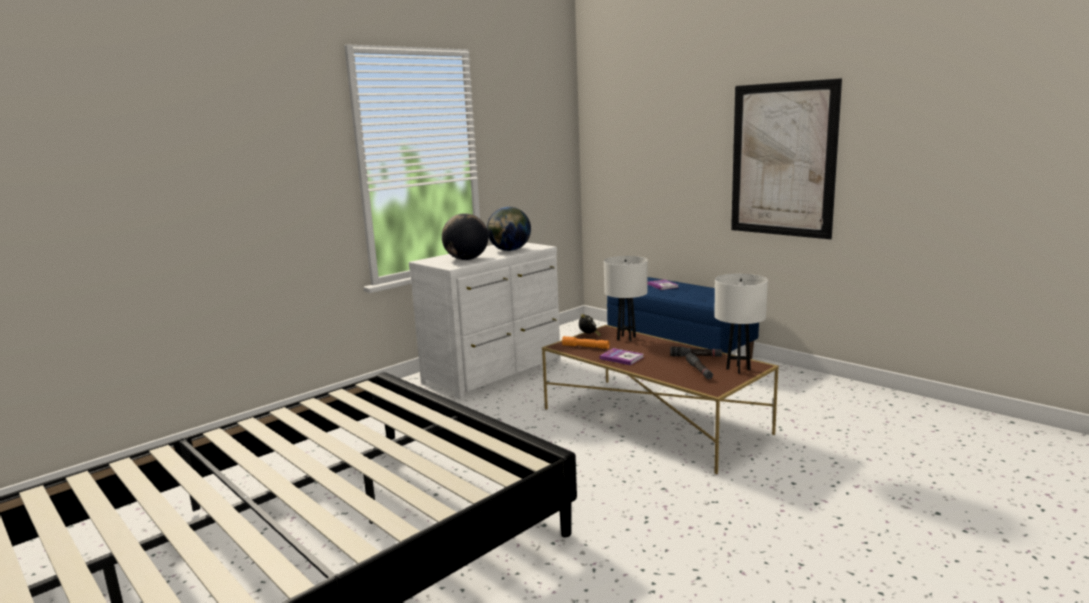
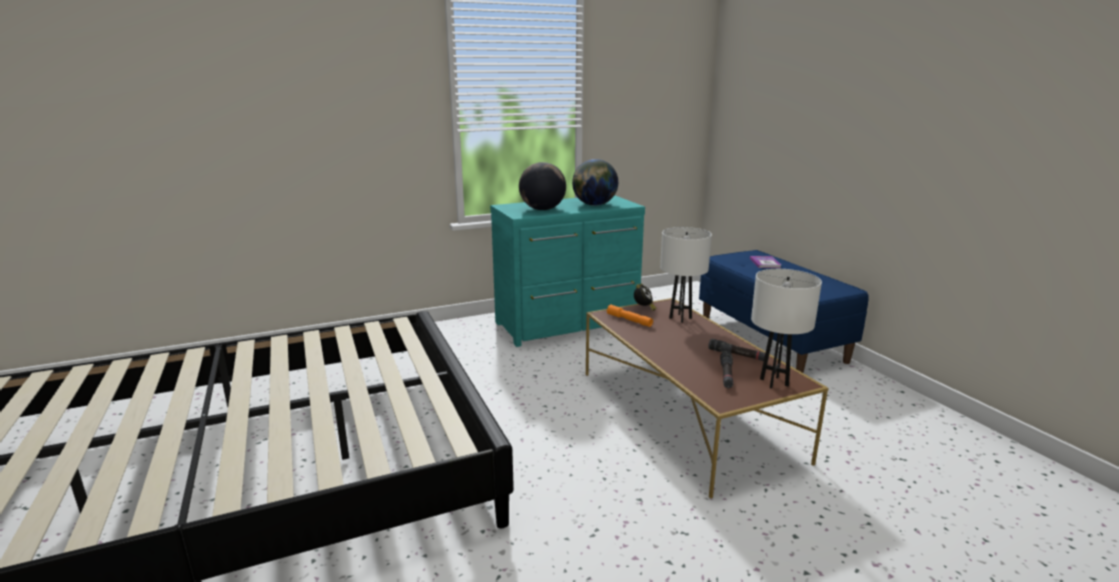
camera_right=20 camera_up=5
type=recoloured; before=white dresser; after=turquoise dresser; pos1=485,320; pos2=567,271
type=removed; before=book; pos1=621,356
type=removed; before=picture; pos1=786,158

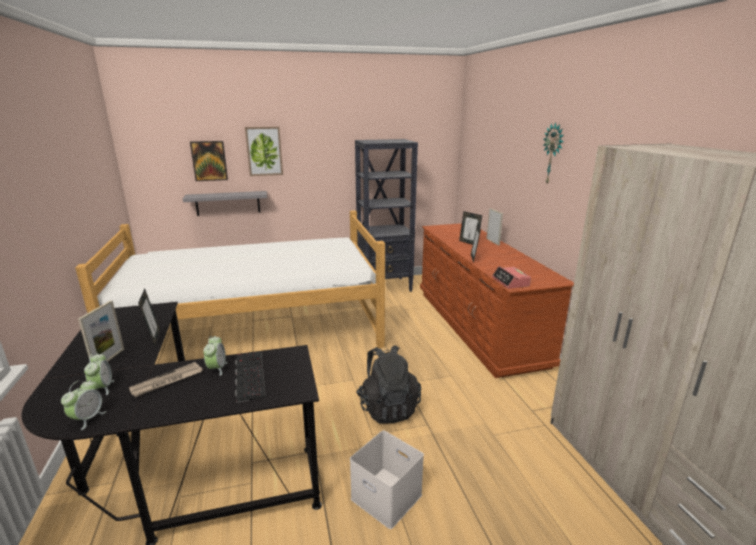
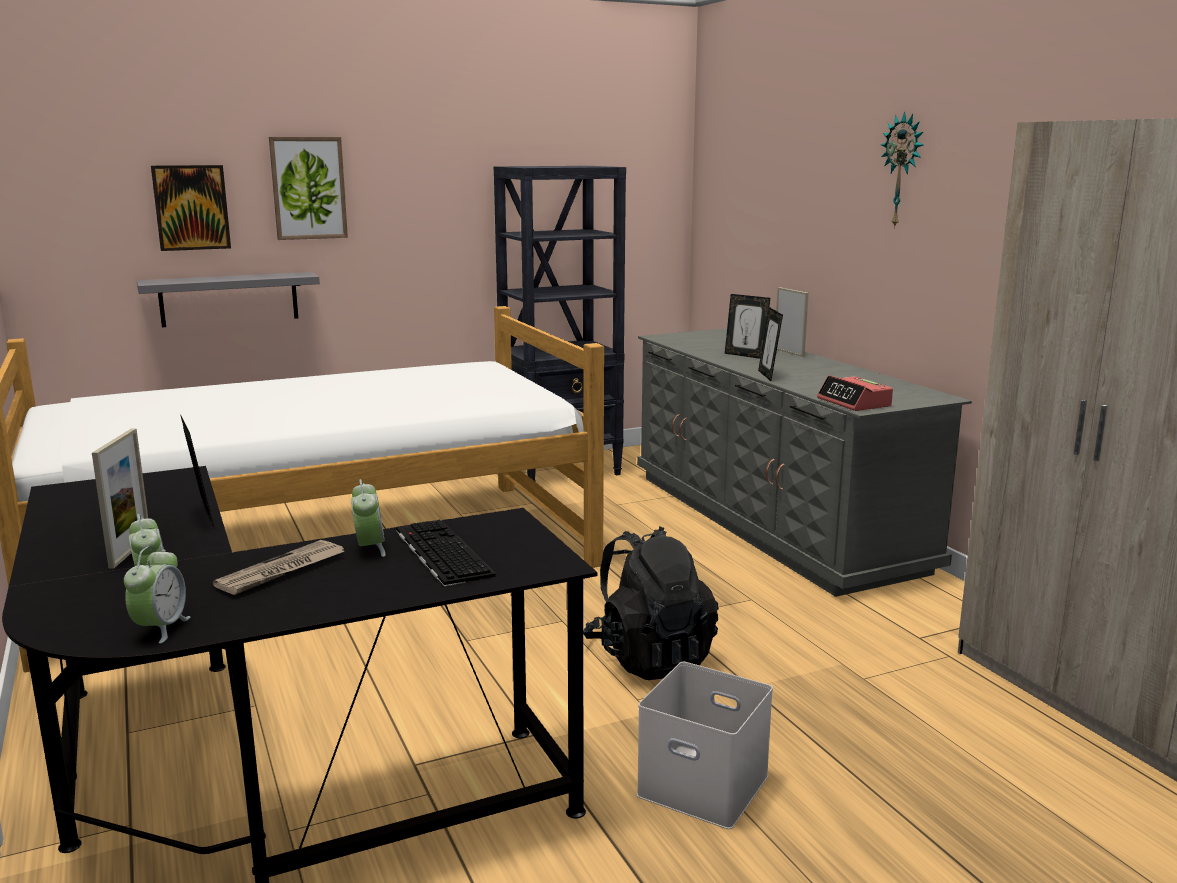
camera_right=-10 camera_up=-5
type=recoloured; before=brown dresser; after=grey dresser; pos1=497,300; pos2=804,463

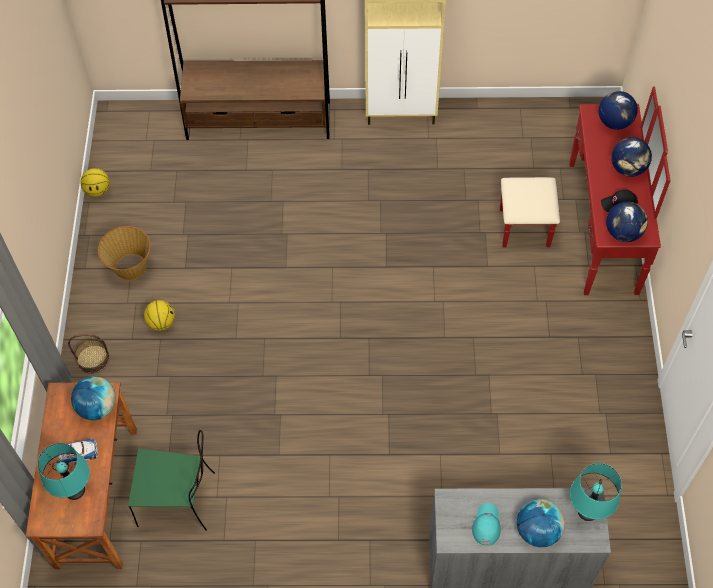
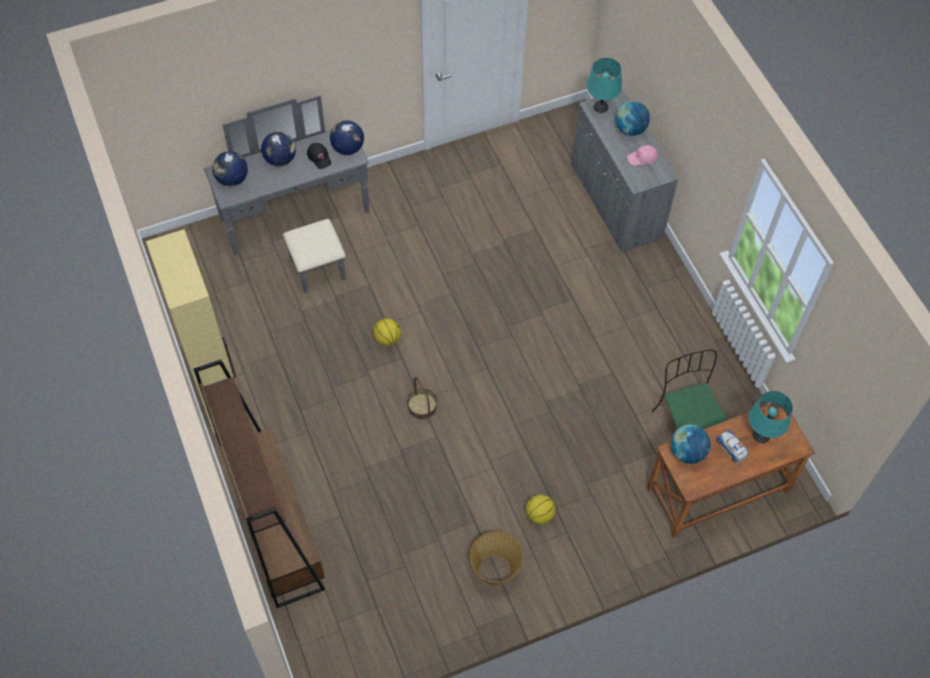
camera_right=-115 camera_up=0
type=recoloured; before=red dresser; after=grey dresser; pos1=585,190; pos2=286,194
type=moved; before=basketball; pos1=95,182; pos2=387,332
type=moved; before=basket; pos1=89,354; pos2=422,398
type=recoloured; before=turquoise cap; after=pink cap; pos1=486,524; pos2=643,155

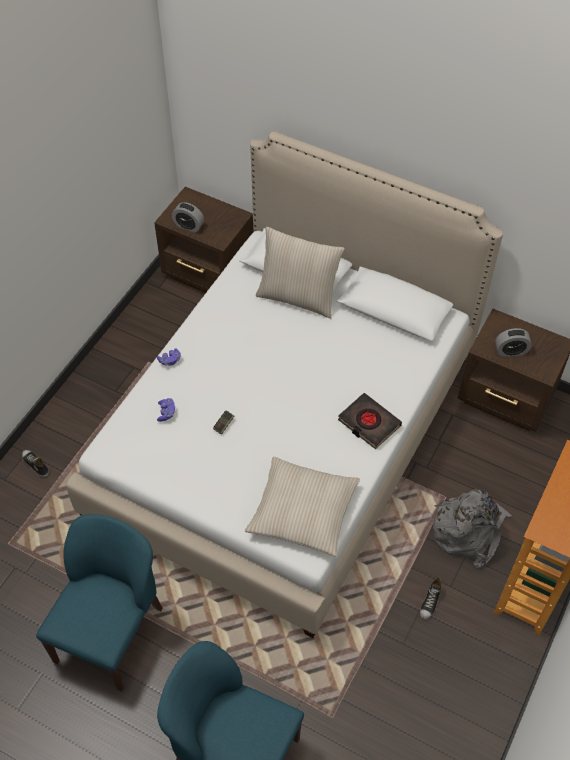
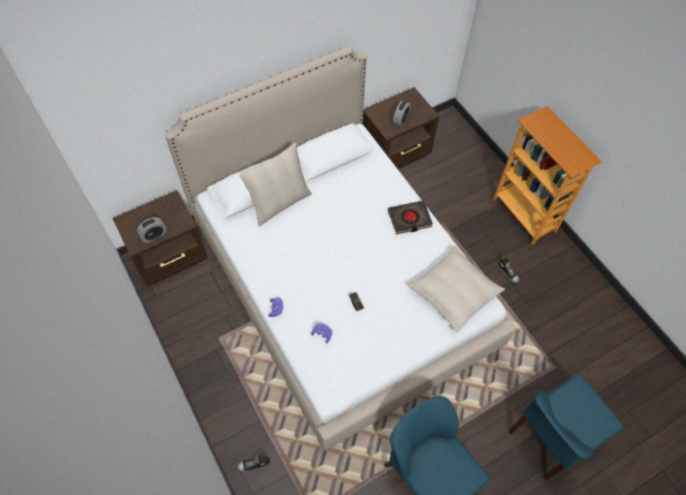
camera_right=-60 camera_up=5
type=removed; before=grey backpack; pos1=472,528

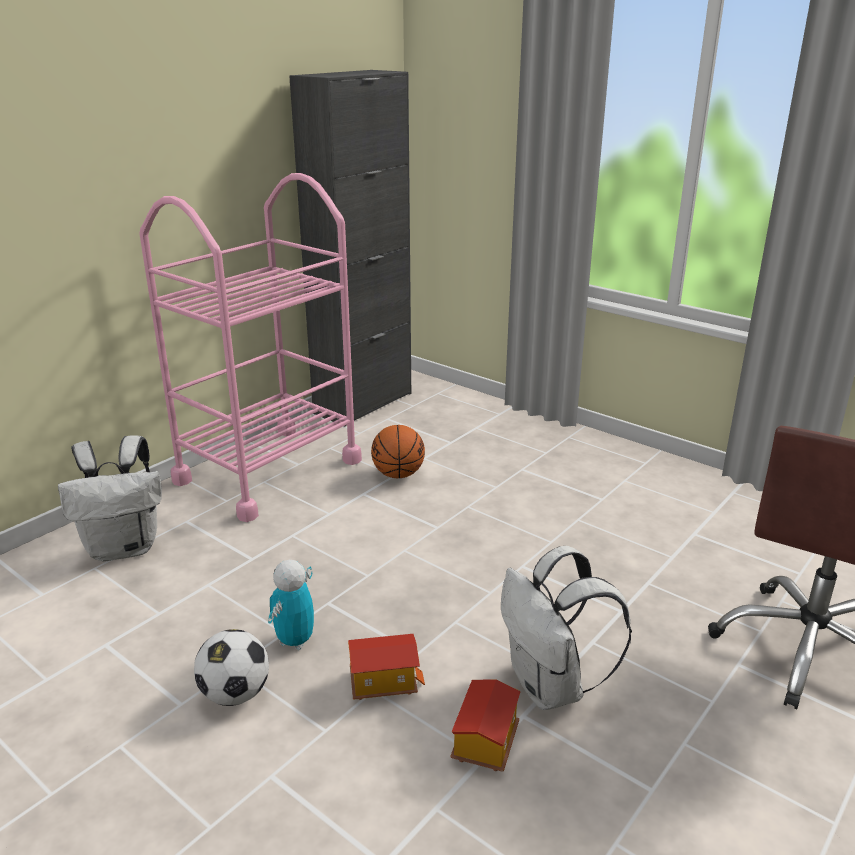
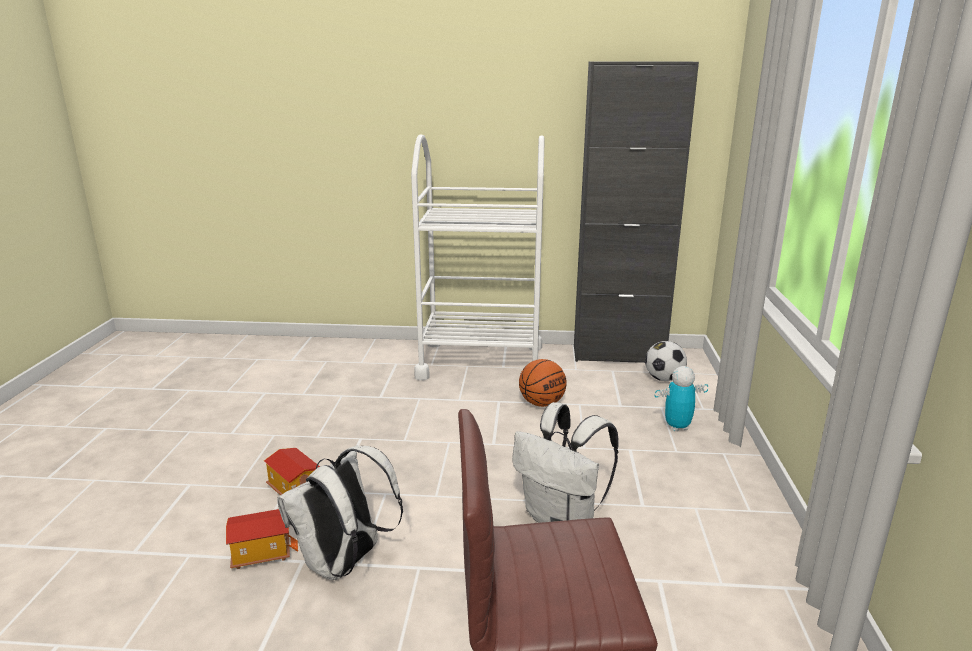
camera_right=55 camera_up=-5
type=recoloured; before=pink cart; after=white cart; pos1=250,347; pos2=478,257
type=moved; before=white backpack; pos1=110,498; pos2=565,462
type=moved; before=football; pos1=231,667; pos2=666,361
type=moved; before=toy robot; pos1=291,605; pos2=681,398

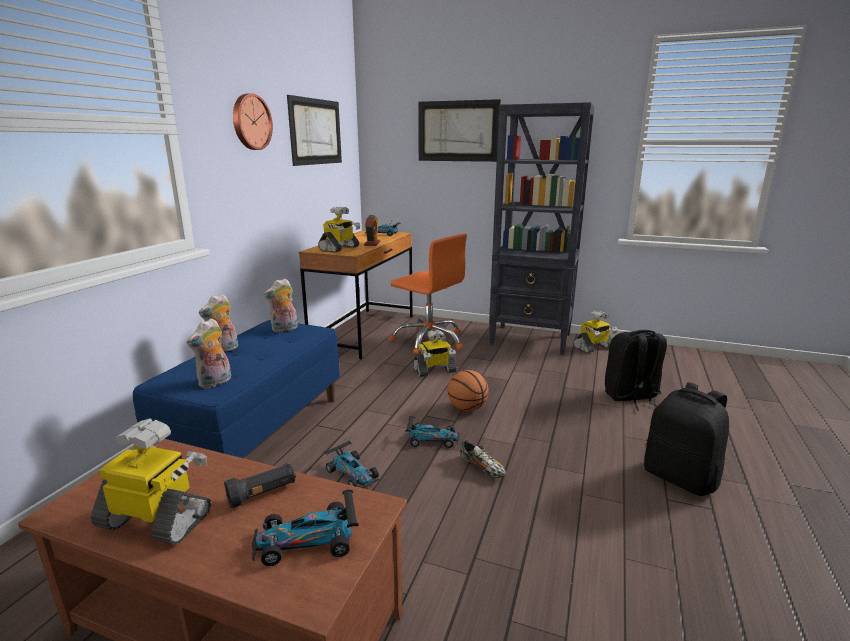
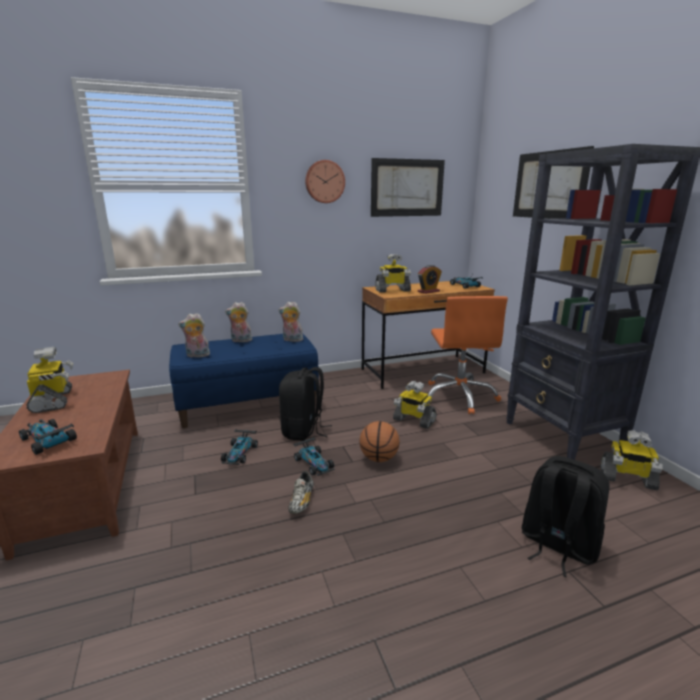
camera_right=50 camera_up=0
type=moved; before=black backpack; pos1=686,439; pos2=305,404
type=removed; before=black flashlight; pos1=260,485

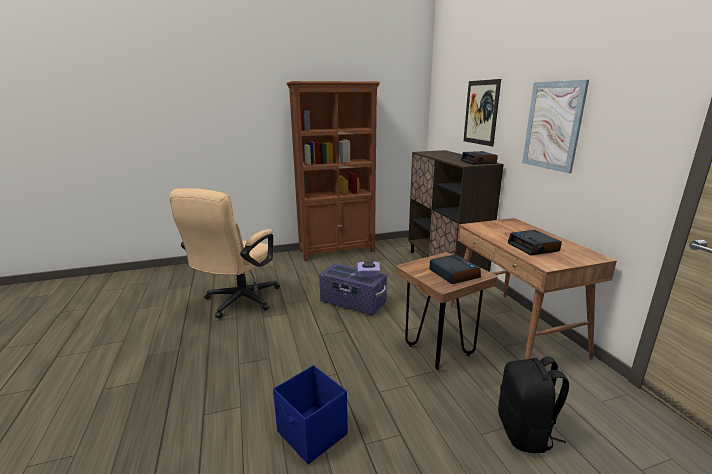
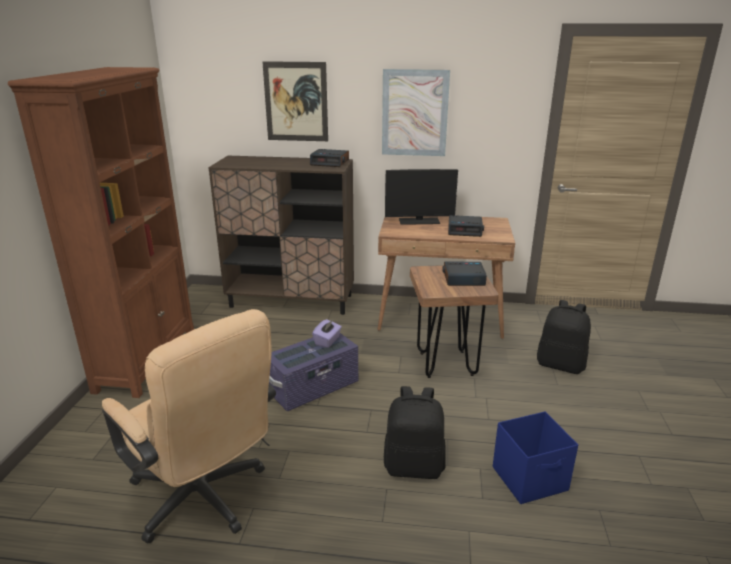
camera_right=-65 camera_up=5
type=added; after=black backpack; pos2=415,432
type=added; after=monitor; pos2=421,197

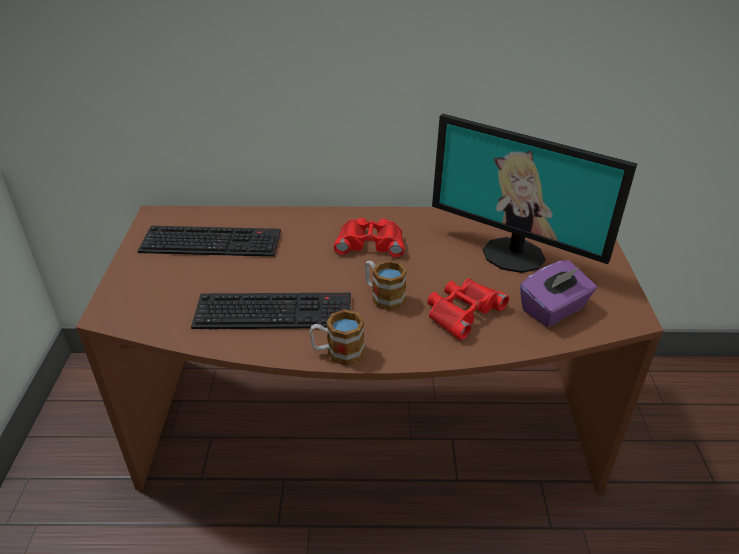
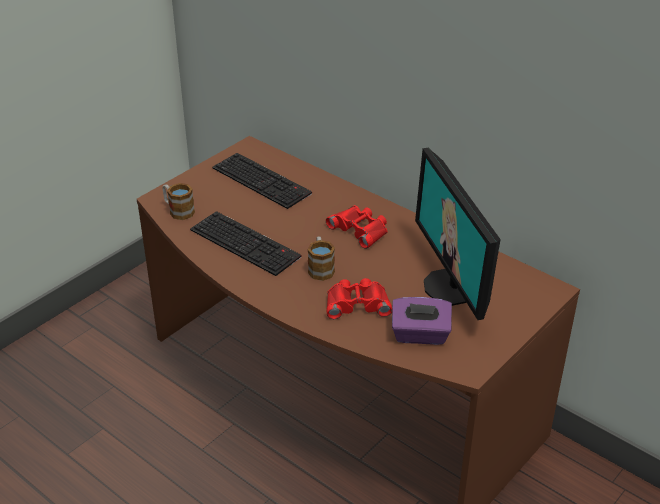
camera_right=40 camera_up=0
type=moved; before=mug; pos1=337,337; pos2=178,201

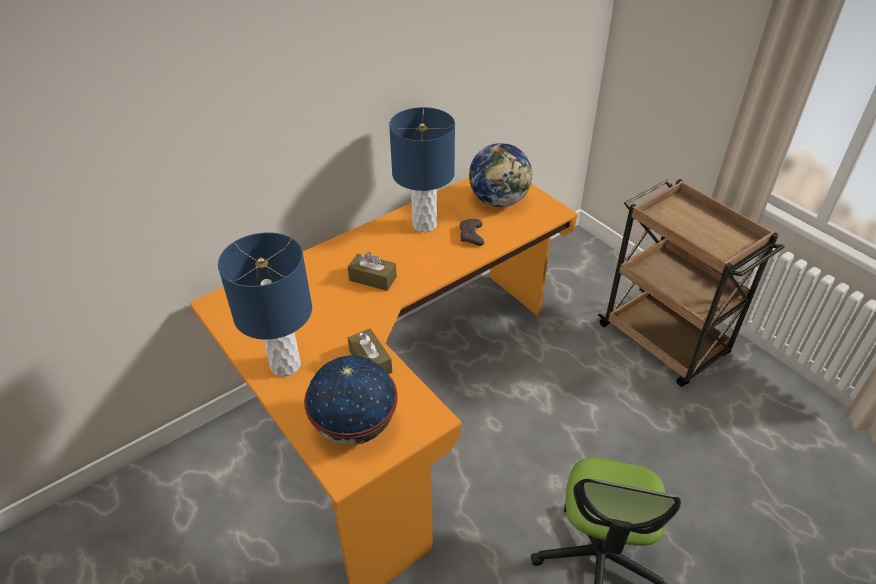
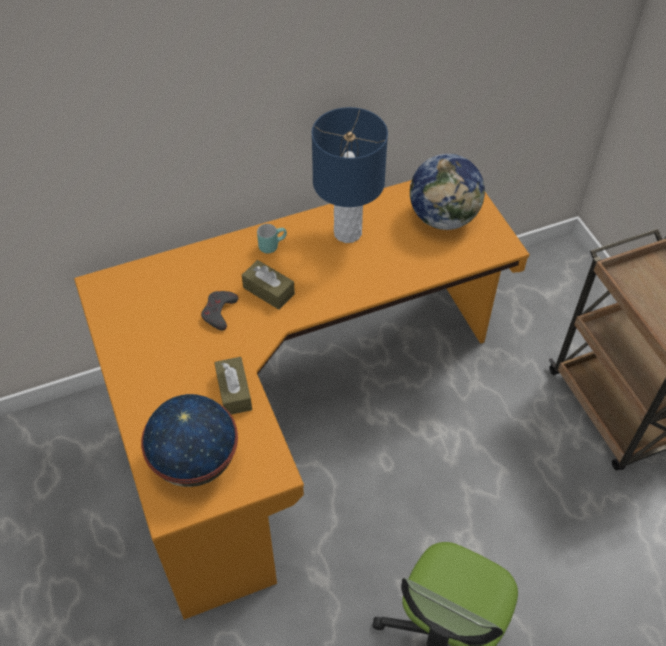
camera_right=15 camera_up=10
type=moved; before=grey game controller; pos1=472,232; pos2=219,311
type=added; after=turquoise mug; pos2=272,238
type=removed; before=blue table lamp; pos1=265,304

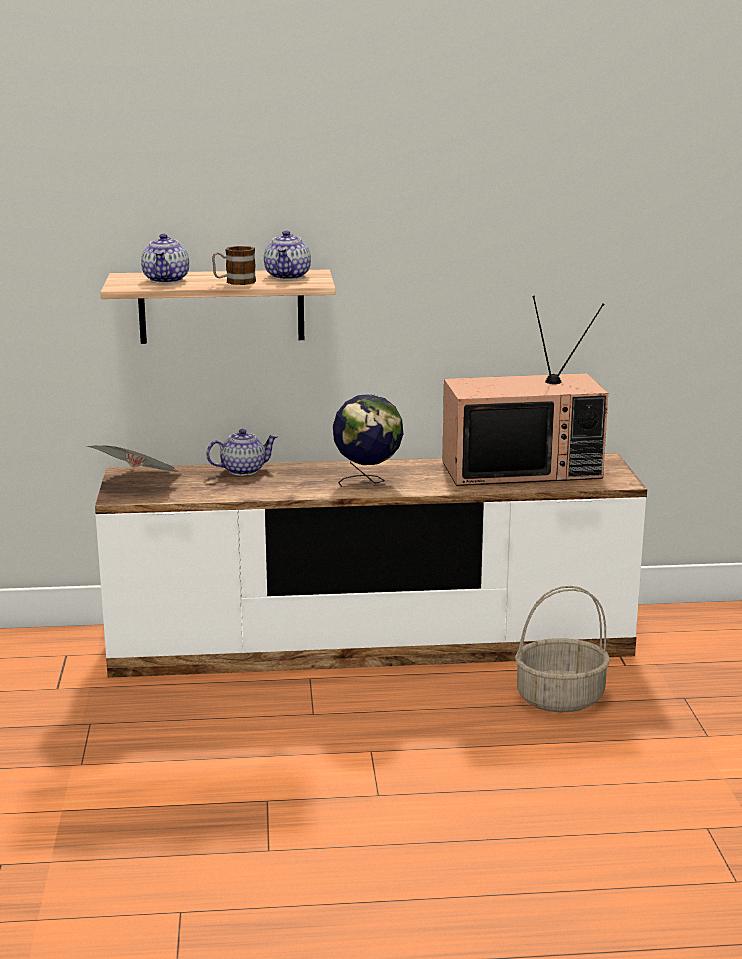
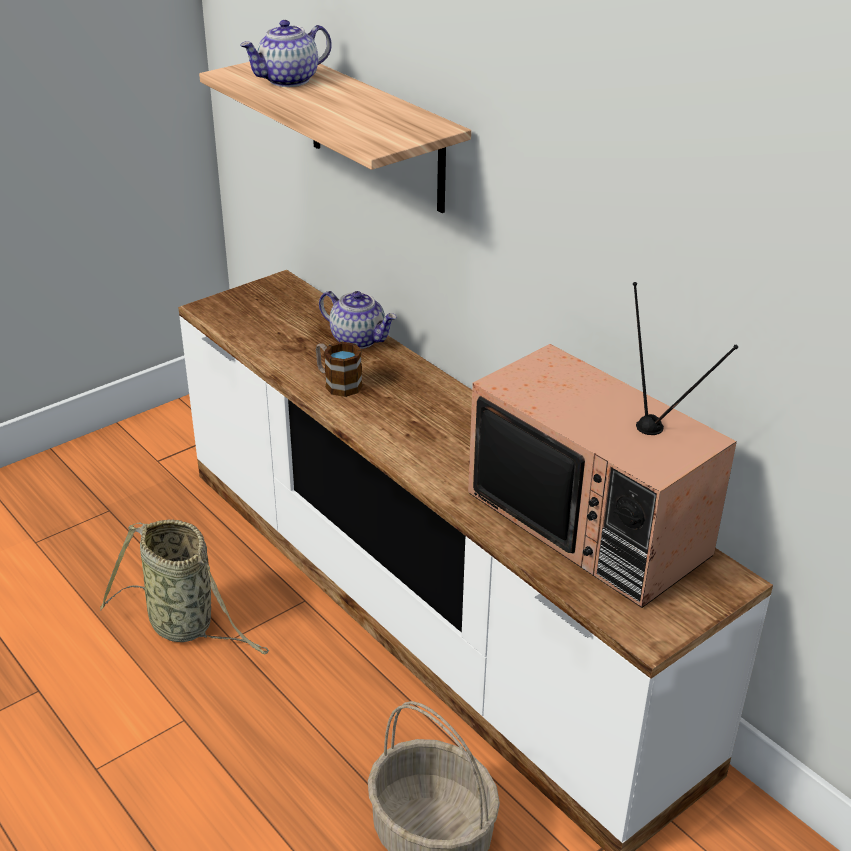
camera_right=55 camera_up=15
type=added; after=basket; pos2=184,587
type=moved; before=mug; pos1=234,265; pos2=339,369
type=removed; before=newspaper; pos1=132,458
type=removed; before=teapot; pos1=287,255
type=removed; before=globe; pos1=368,440

